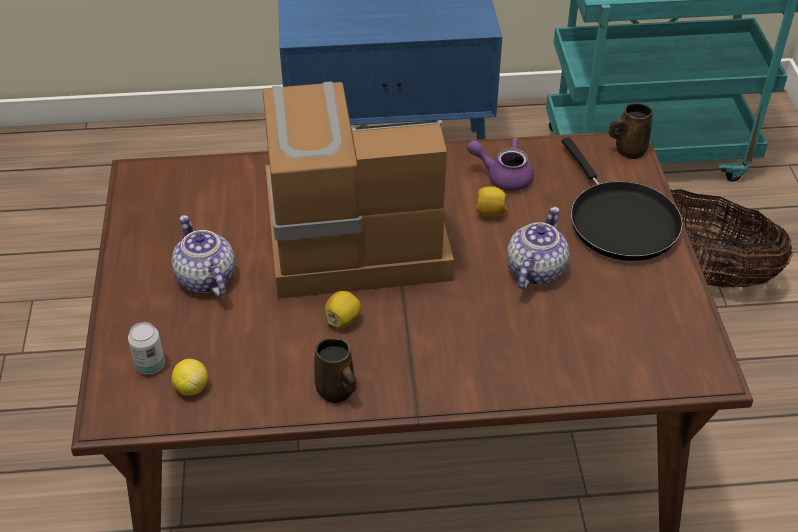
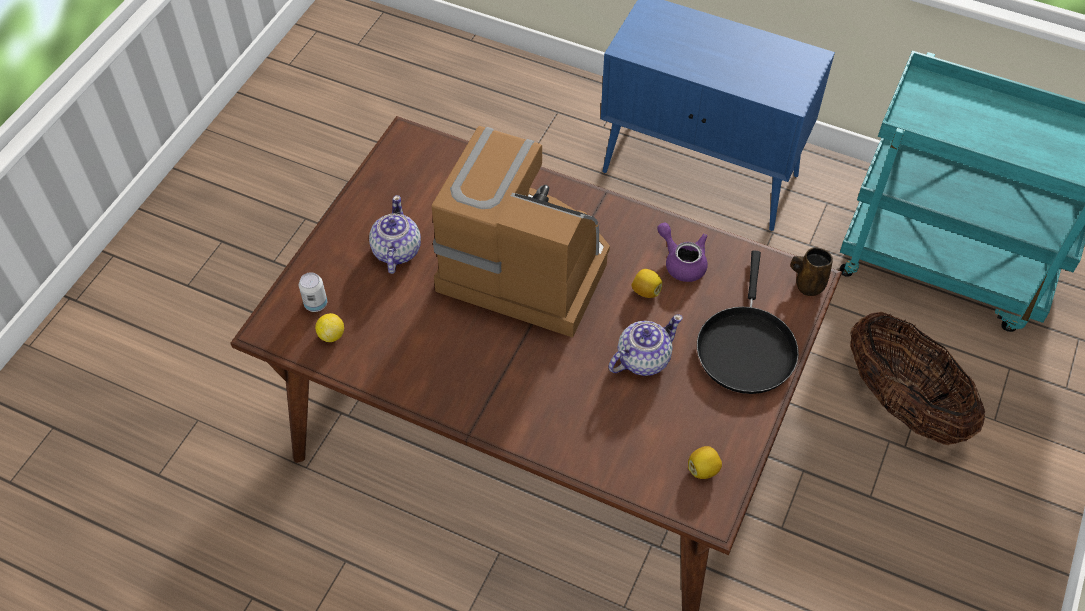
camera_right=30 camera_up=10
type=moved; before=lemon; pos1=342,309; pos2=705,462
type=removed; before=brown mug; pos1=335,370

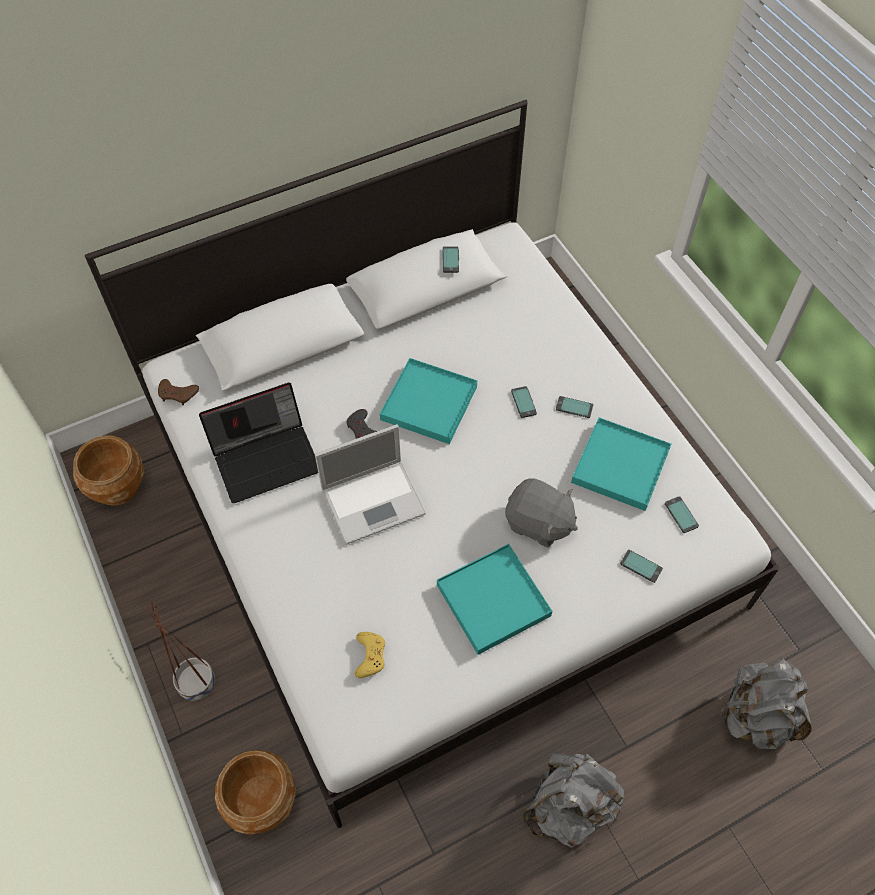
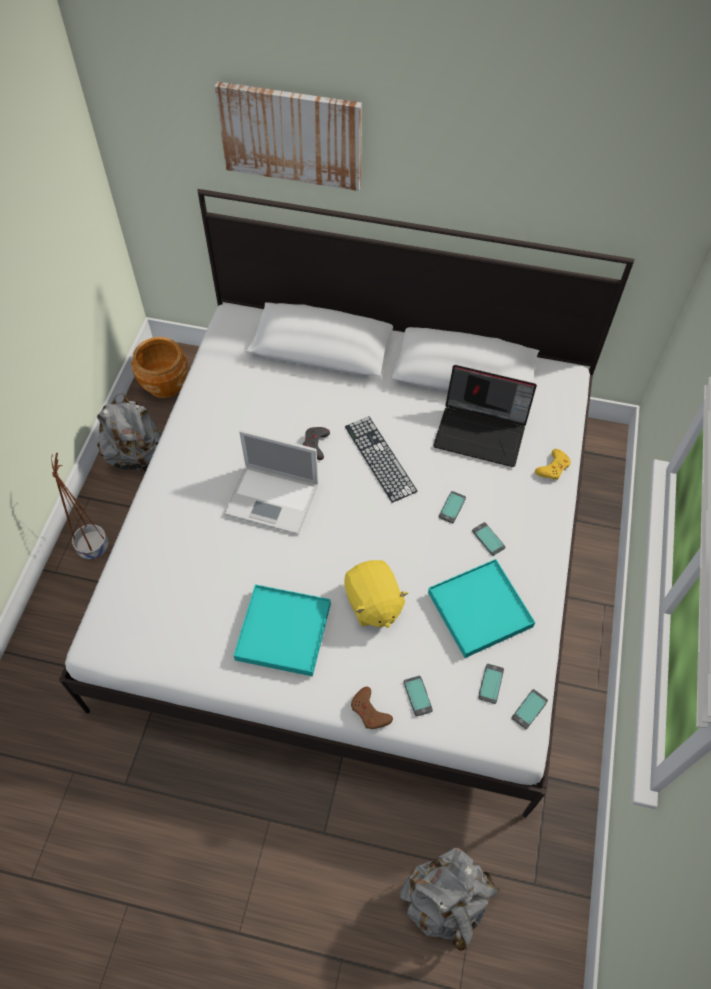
camera_right=40 camera_up=0
type=moved; before=grey backpack; pos1=574,800; pos2=129,433
type=added; after=picture; pos2=288,136
type=recoloured; before=grey plush toy; after=yellow plush toy; pos1=541,513; pos2=376,594
type=replaced; before=turquoise tray; after=keyboard; pos1=428,401; pos2=381,459
type=moved; before=brown game controller; pos1=178,392; pos2=372,708
type=moved; before=laptop; pos1=258,443; pos2=485,416
type=moved; before=phone; pos1=451,260; pos2=530,709
type=moved; before=yellow game controller; pos1=370,655; pos2=553,464
type=removed; before=brown planter; pos1=255,792

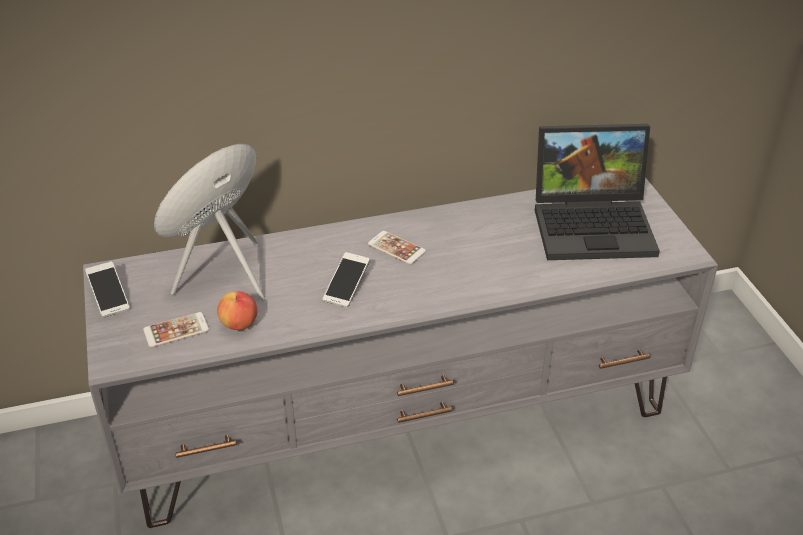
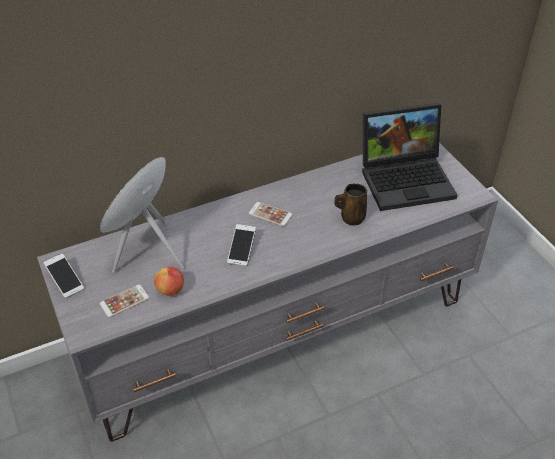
camera_right=-10 camera_up=5
type=added; after=brown mug; pos2=350,205

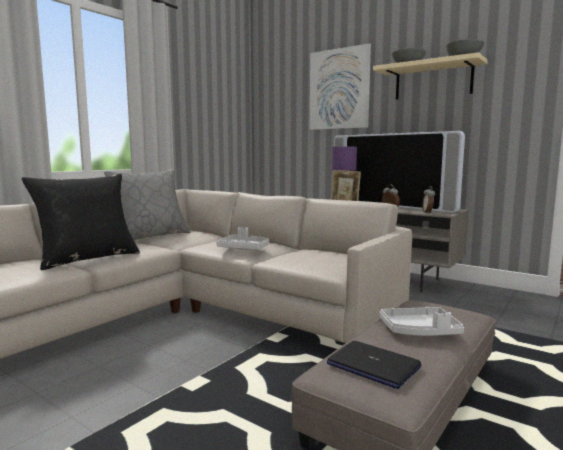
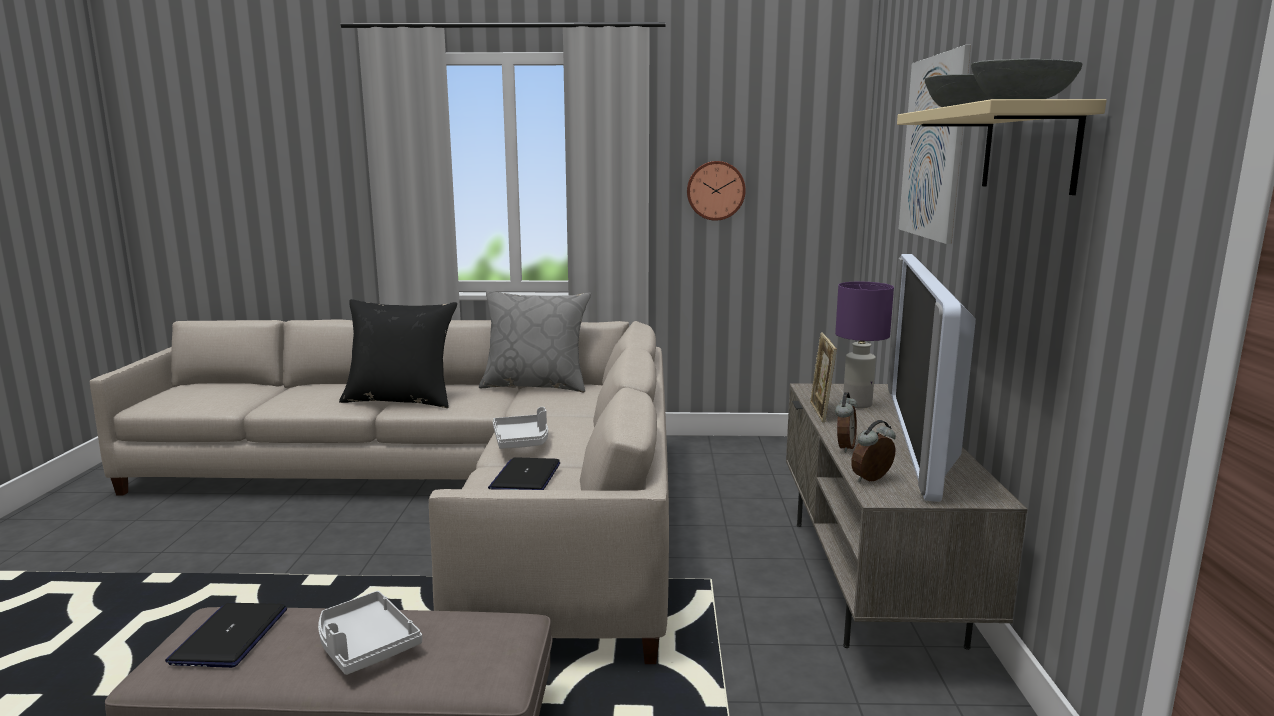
camera_right=55 camera_up=5
type=added; after=laptop; pos2=524,473
type=added; after=wall clock; pos2=716,191

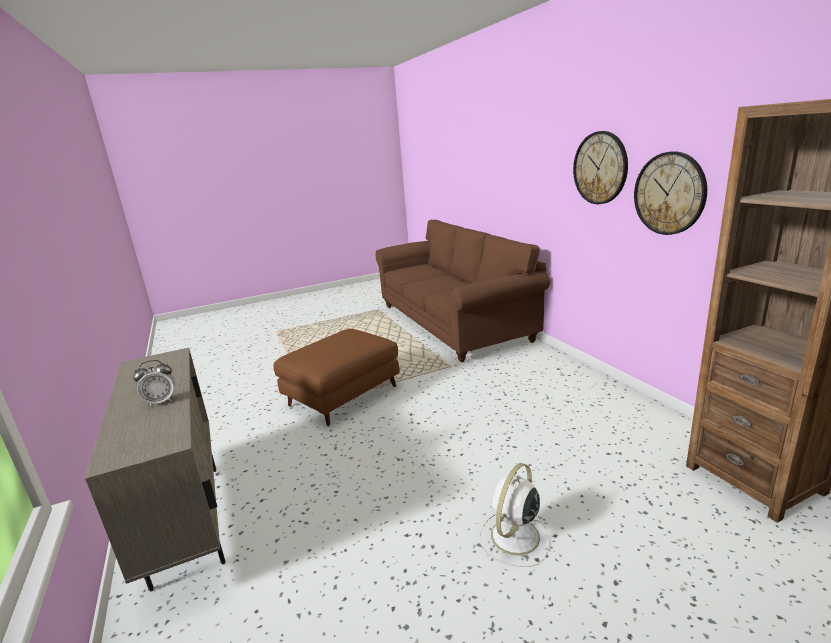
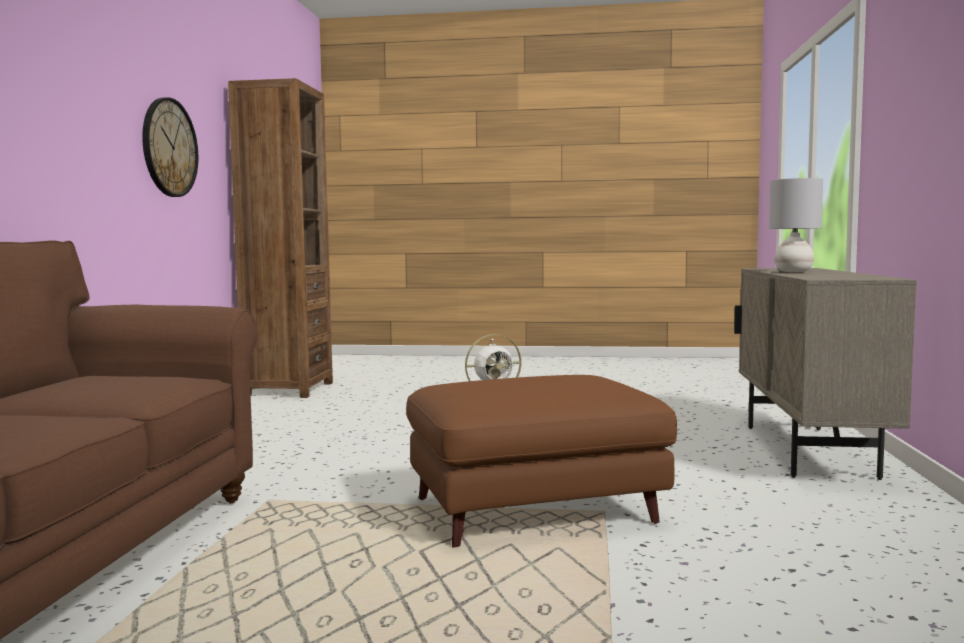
camera_right=-150 camera_up=-15
type=replaced; before=alarm clock; after=grey table lamp; pos1=154,383; pos2=796,225
type=removed; before=wall clock; pos1=600,167

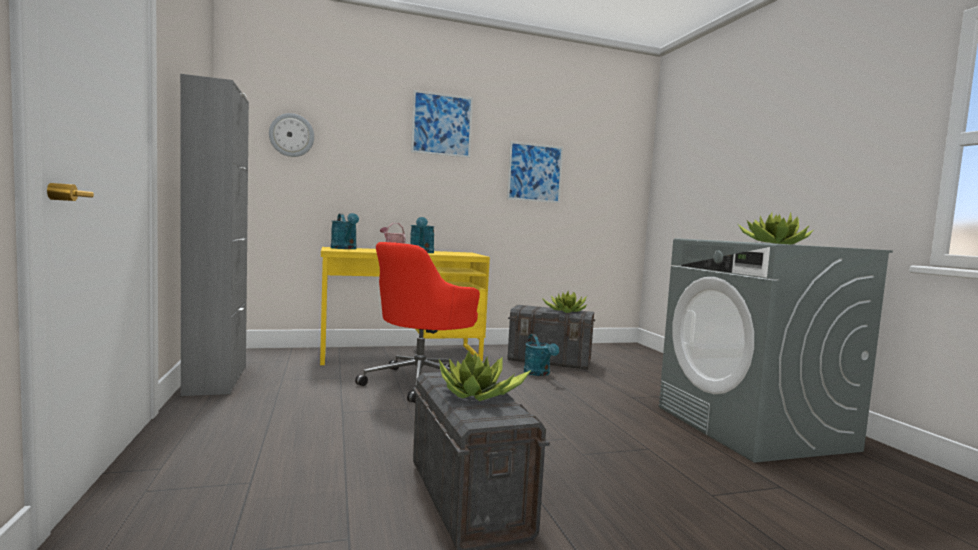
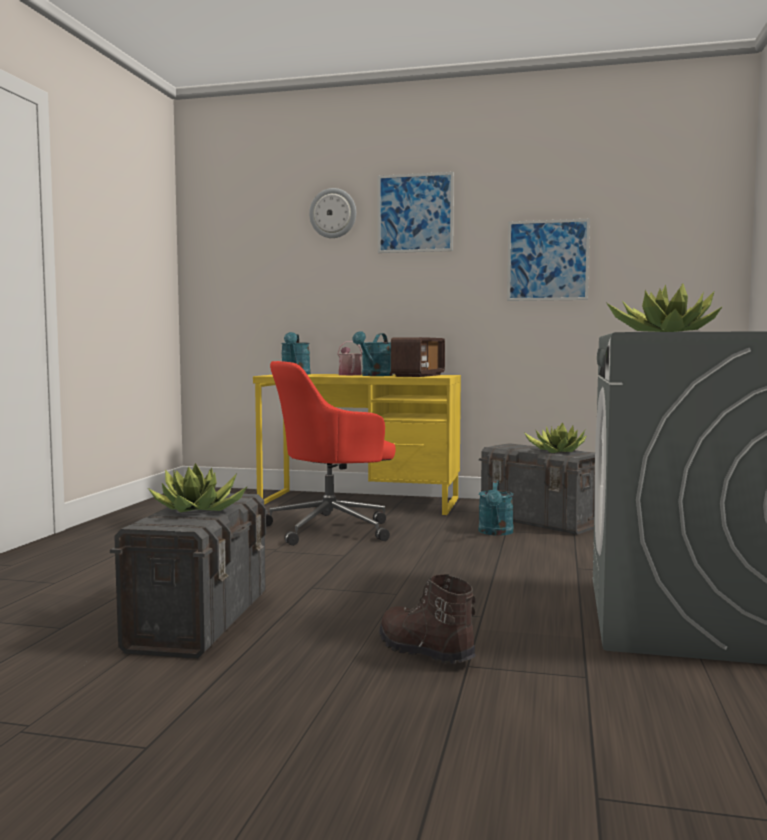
camera_right=30 camera_up=0
type=moved; before=wall clock; pos1=291,135; pos2=332,213
type=added; after=brown boot; pos2=427,619
type=added; after=radio; pos2=418,357
type=removed; before=grey cabinet; pos1=214,235

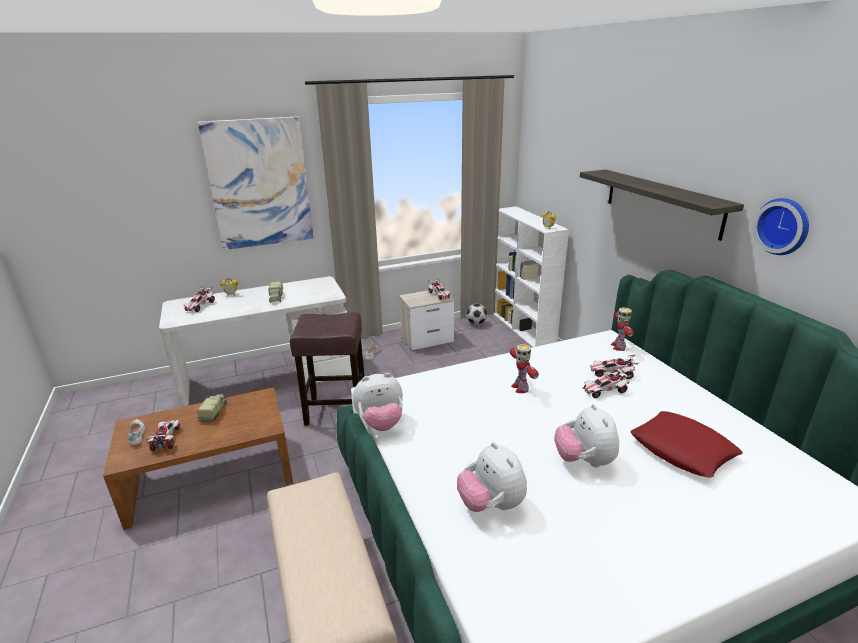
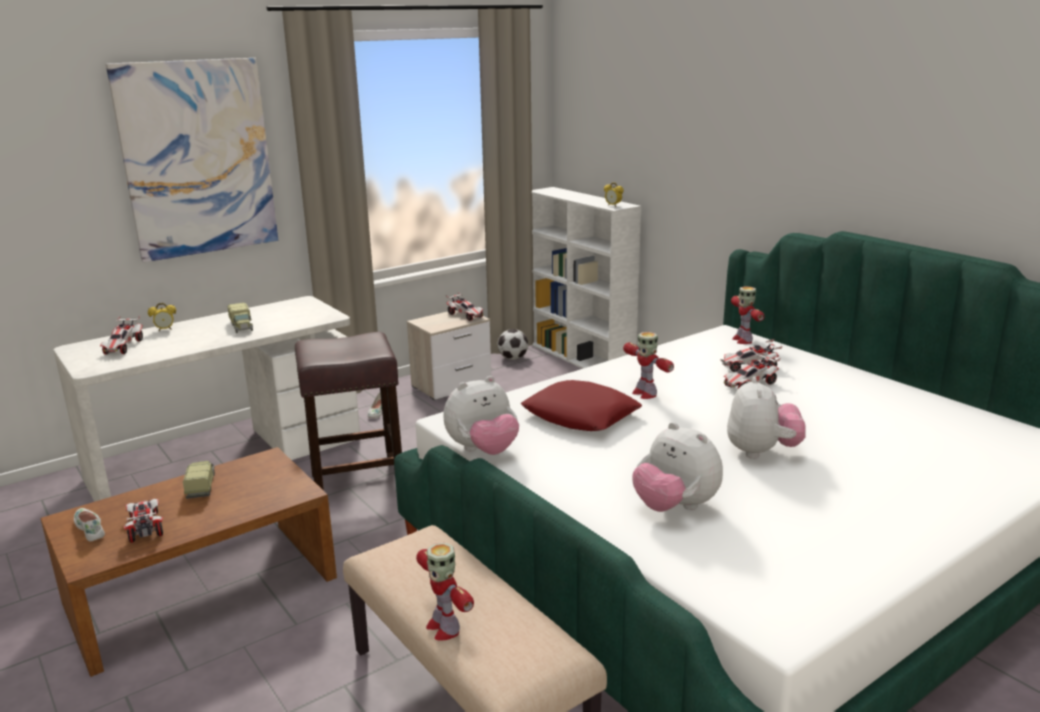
camera_right=-15 camera_up=-5
type=added; after=toy robot; pos2=445,592
type=moved; before=red pillow; pos1=686,444; pos2=581,405
type=turned; before=plush toy; pos1=586,435; pos2=766,417; turn=-150
type=removed; before=shelf; pos1=662,205
type=removed; before=wall clock; pos1=781,226

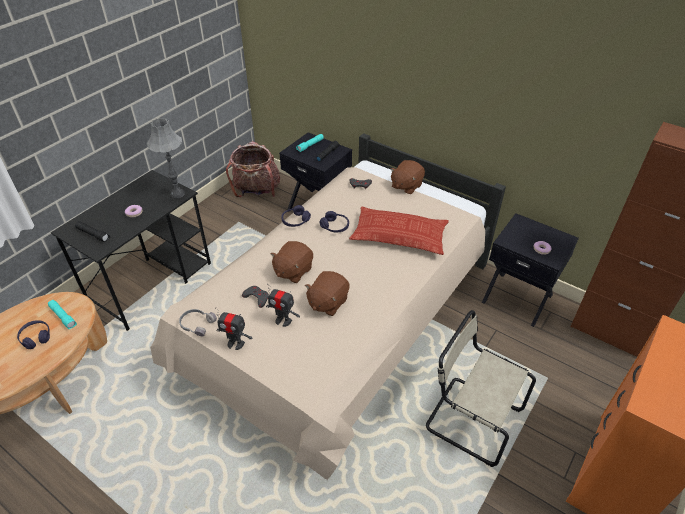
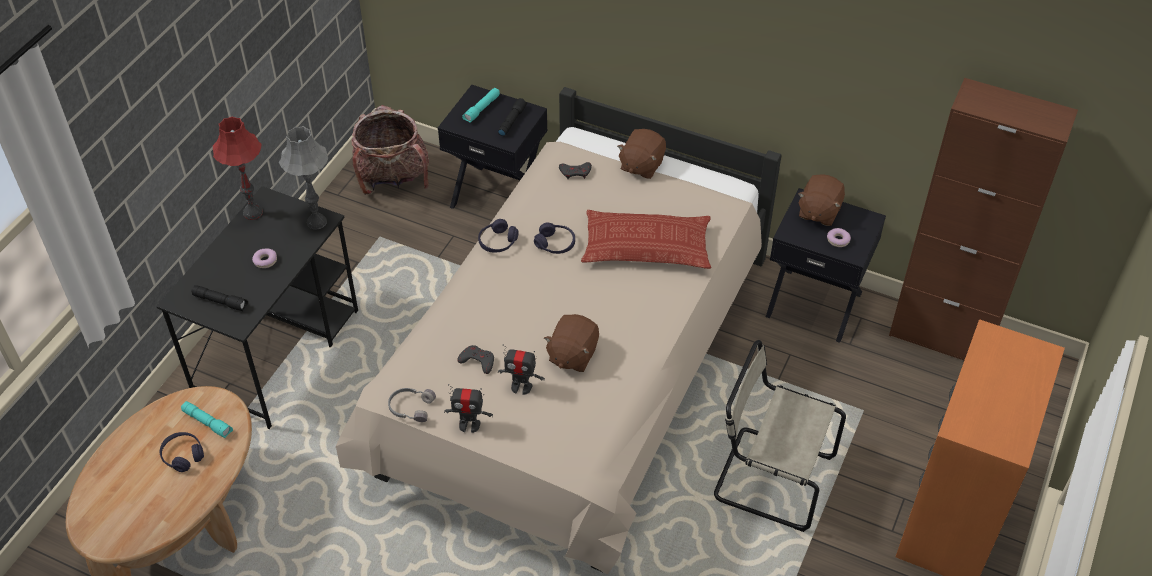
camera_right=-10 camera_up=5
type=added; after=red table lamp; pos2=238,168
type=moved; before=brown plush toy; pos1=291,262; pos2=821,200

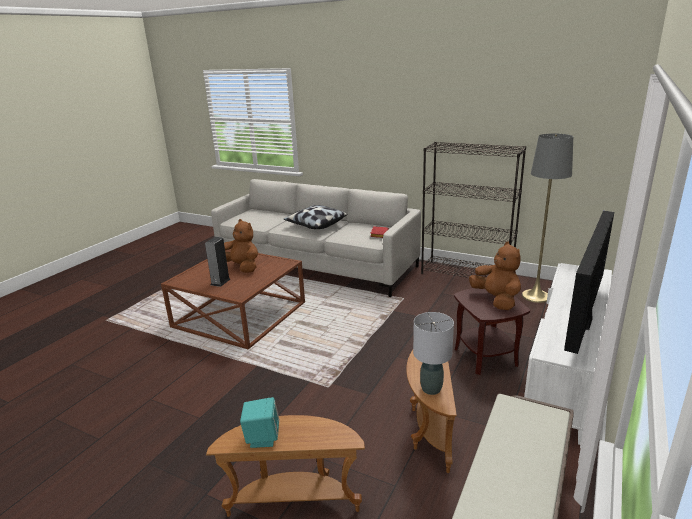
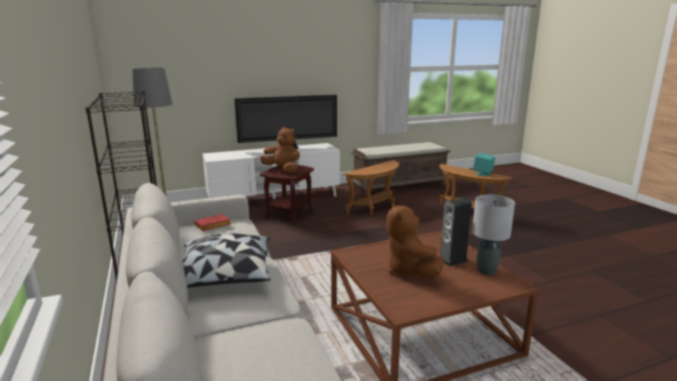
camera_right=-140 camera_up=-5
type=turned; before=brown plush toy; pos1=495,275; pos2=280,149; turn=105
type=moved; before=grey table lamp; pos1=433,353; pos2=493,235

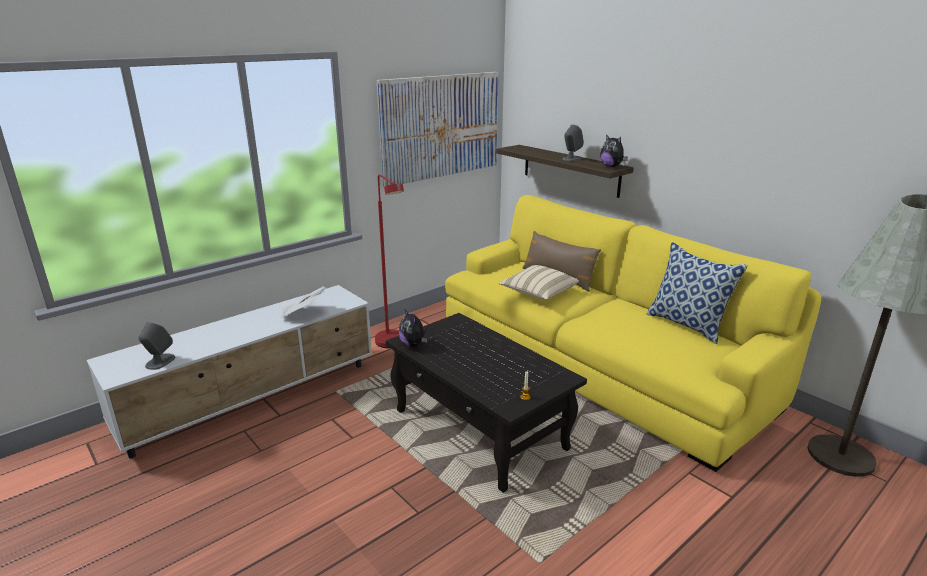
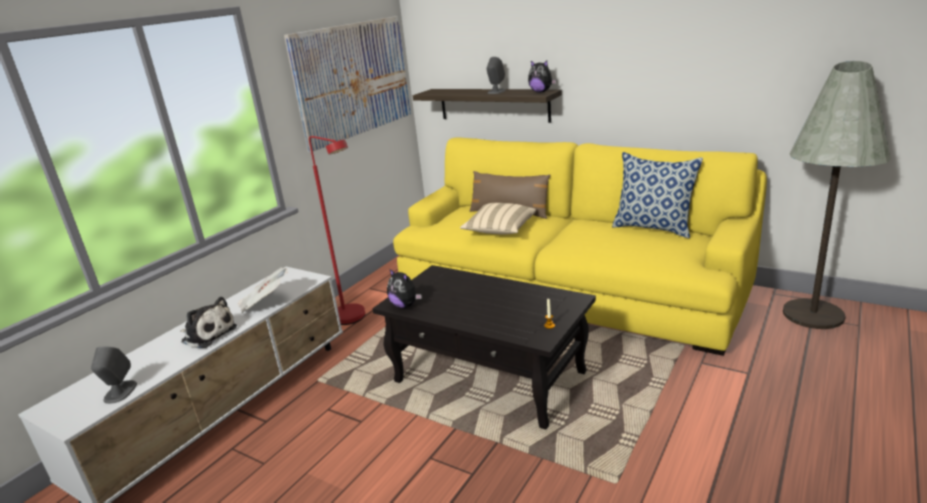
camera_right=-15 camera_up=0
type=added; after=plush toy; pos2=208,322

